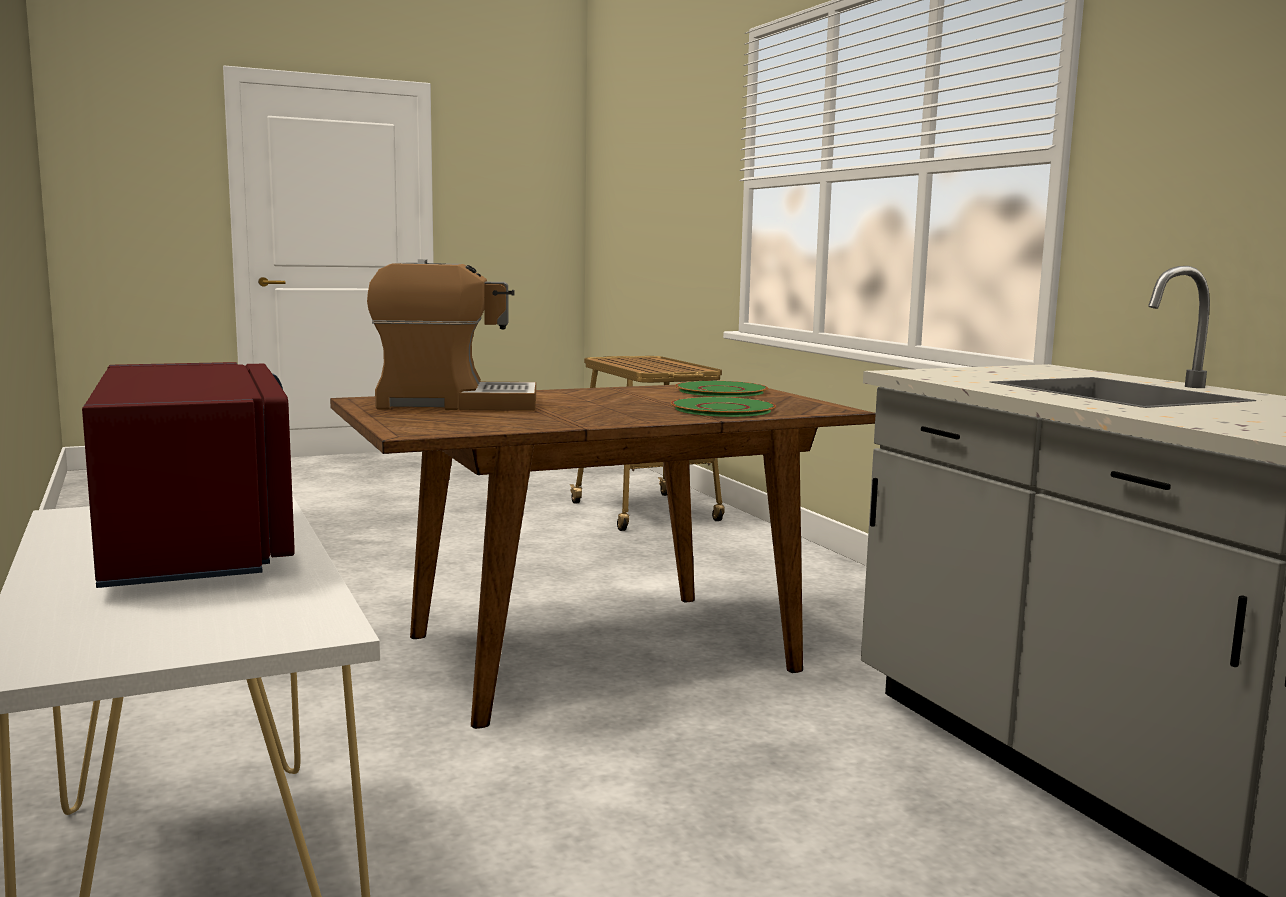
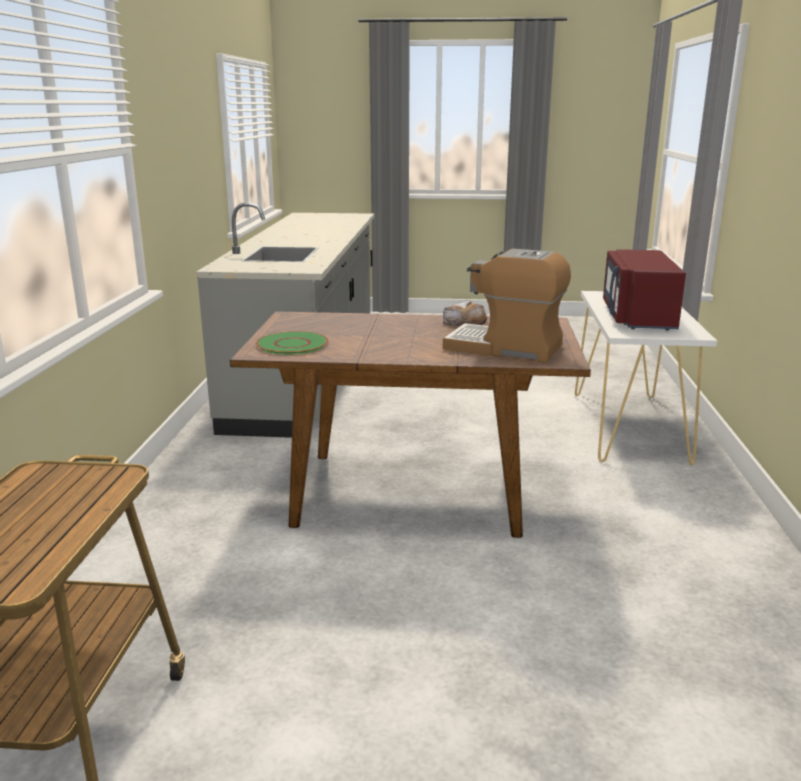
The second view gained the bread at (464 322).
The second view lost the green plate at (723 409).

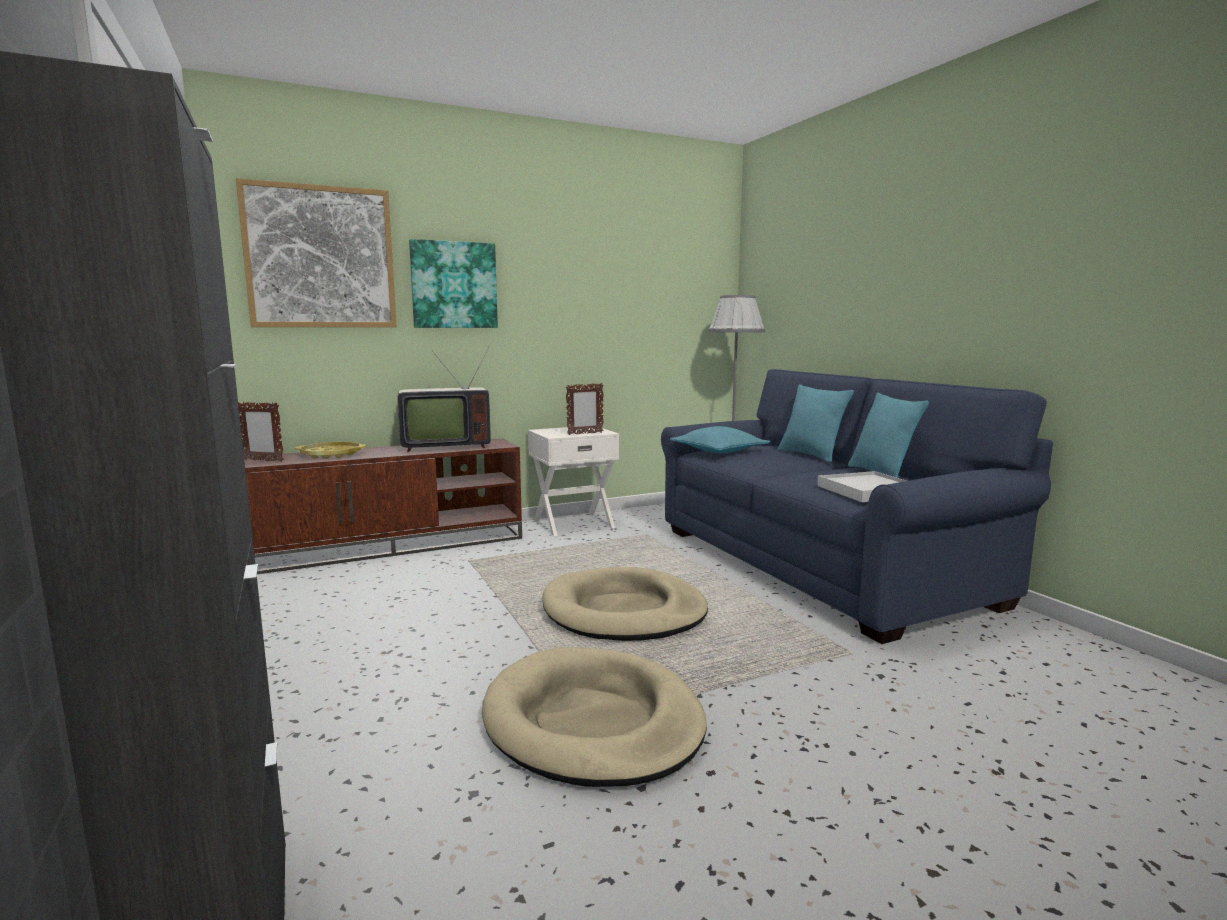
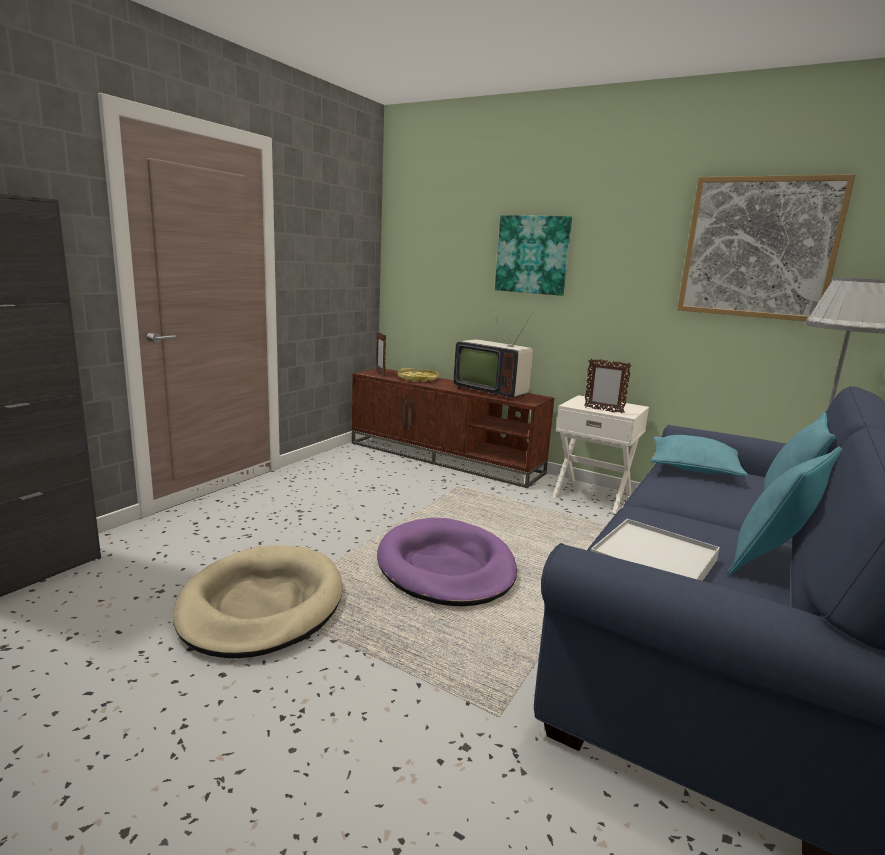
What was the beige dog bed at (624 611) turned into the purple dog bed at (446 567).
The picture ended up elsewhere, having gone from (320 257) to (759 248).

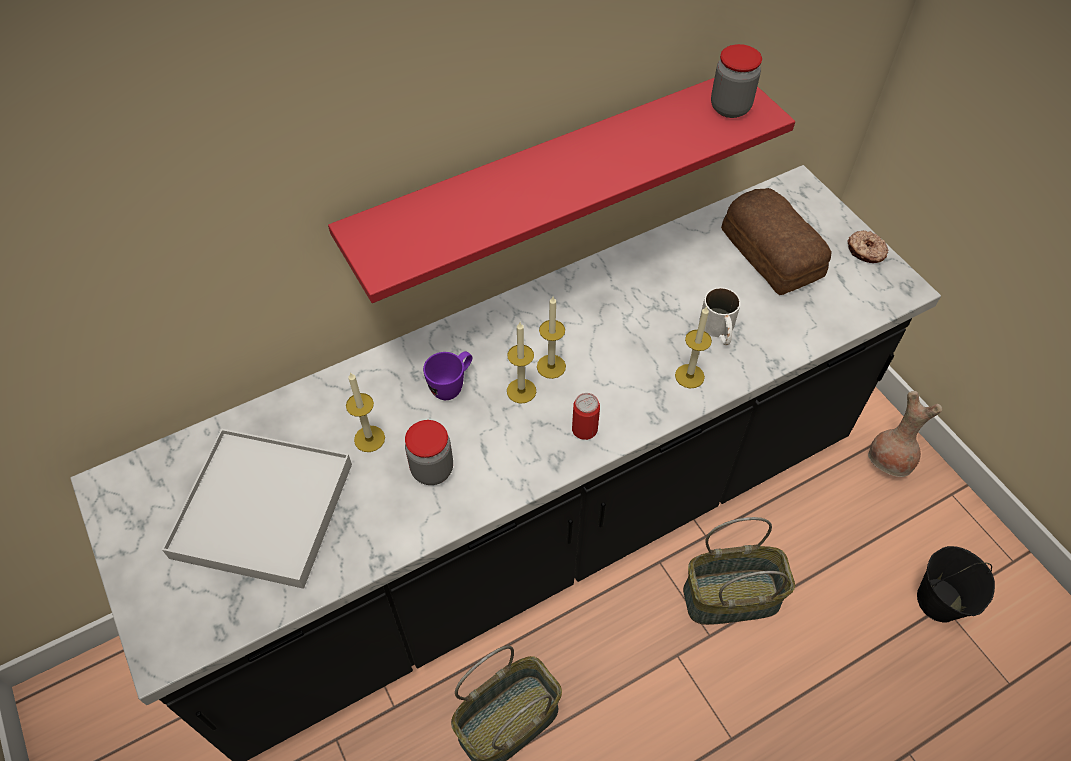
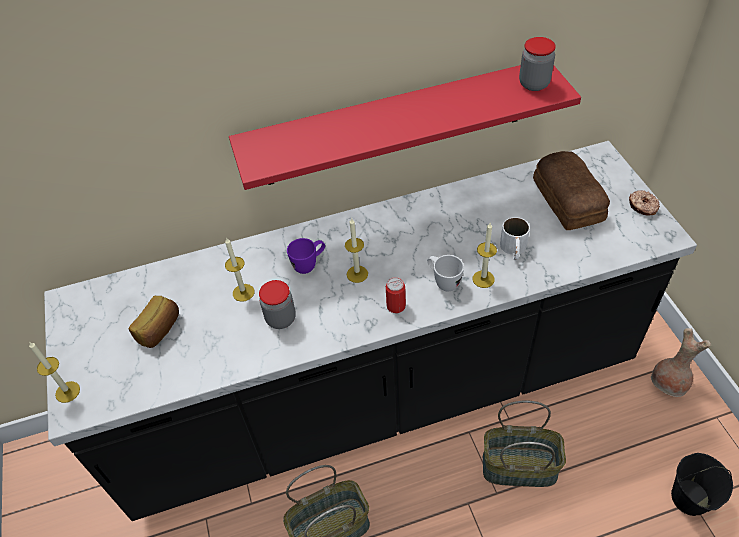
The candle ended up elsewhere, having gone from (551 366) to (67 392).
Where the white tray stood at (262 510), the bread came to stand at (160 330).
The second view gained the white mug at (443 282).

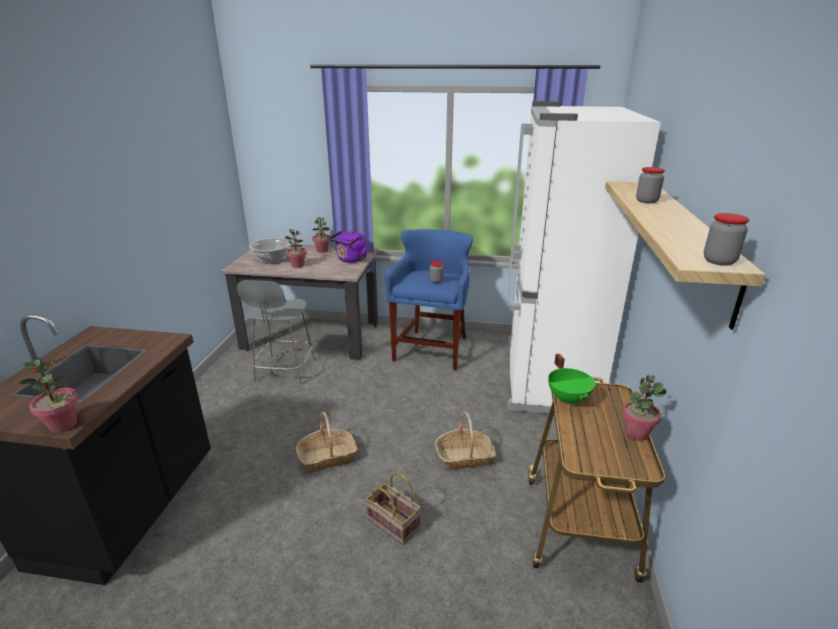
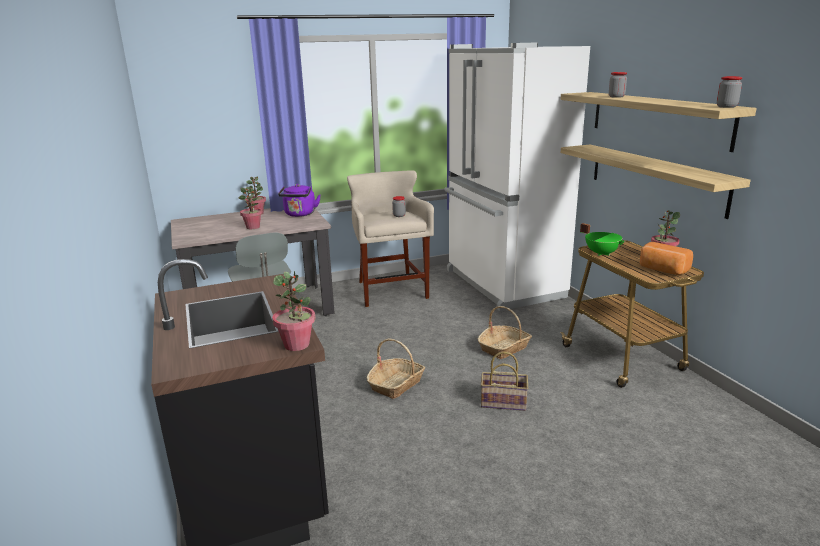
What was the blue stool at (431 350) turned into the beige stool at (390 291).
The second view gained the shelf at (655 178).
The second view gained the bread at (662 270).
The second view lost the cooking pot at (272 259).

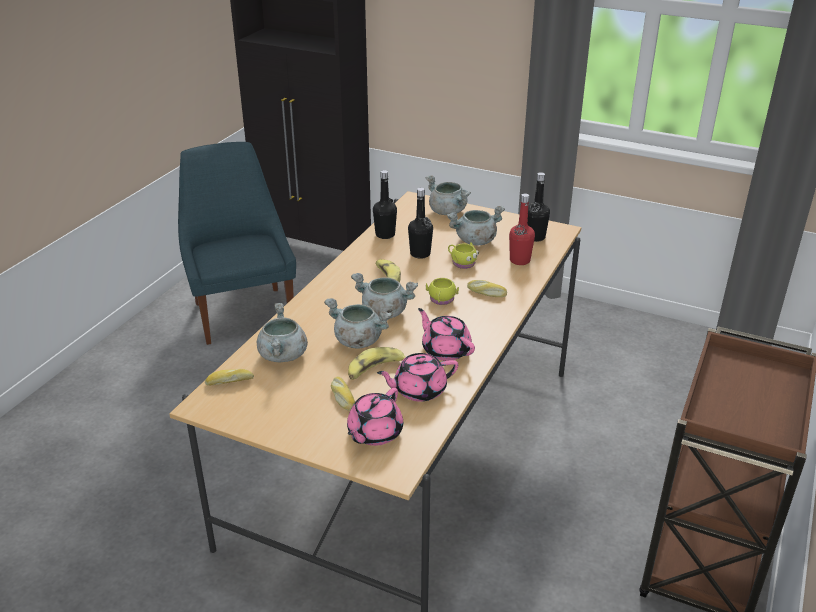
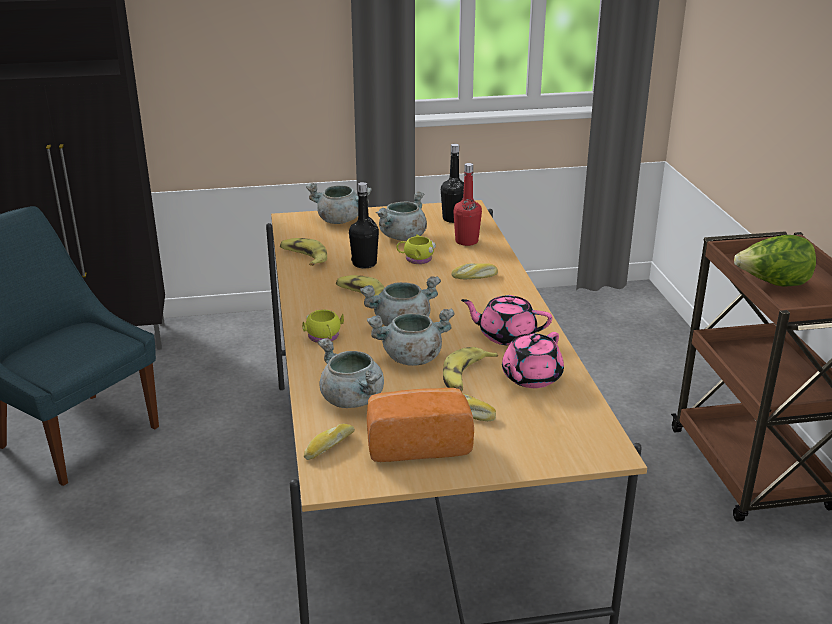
Where the black bottle stood at (385 234), the banana came to stand at (303 257).
The yellow mug ended up elsewhere, having gone from (441 300) to (324 338).
The second view gained the bread at (417 443).
The second view gained the lettuce at (773 284).
The second view lost the pink teapot at (374 433).

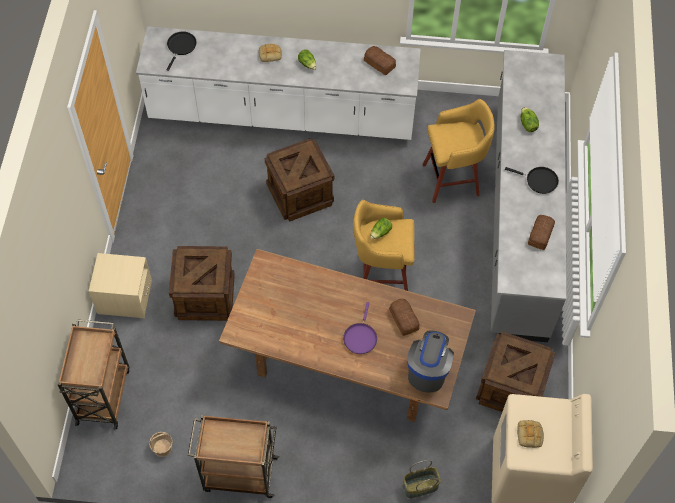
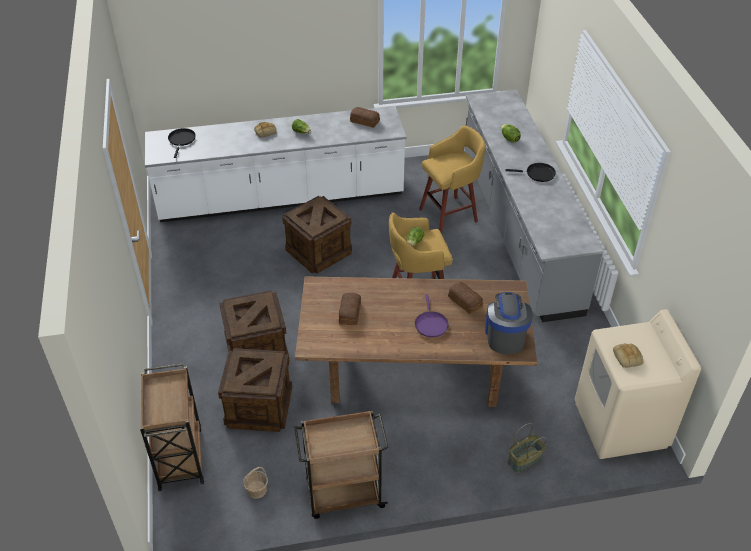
The crate ended up elsewhere, having gone from (511 386) to (259 406).
The bread ended up elsewhere, having gone from (539 235) to (349 313).
The second view lost the beige nightstand at (125 297).

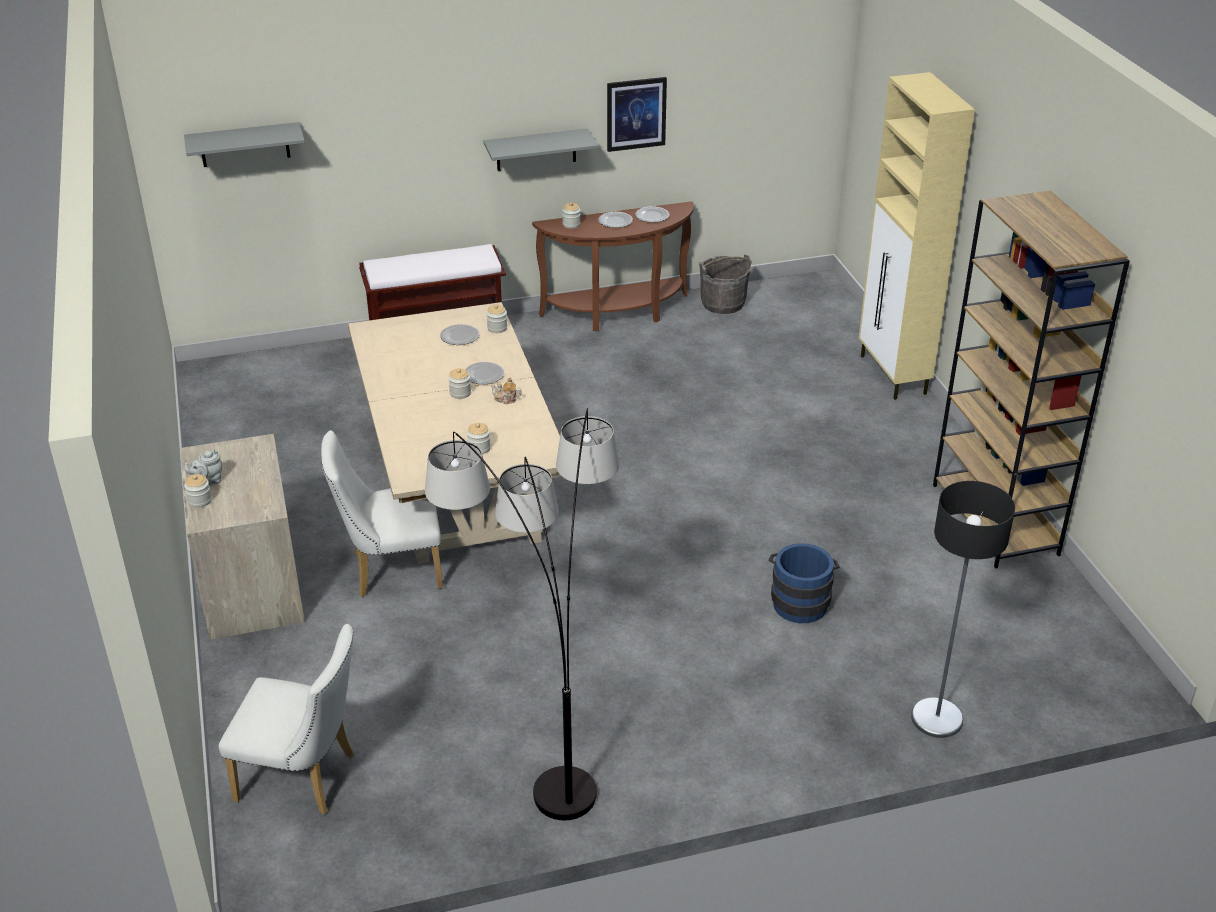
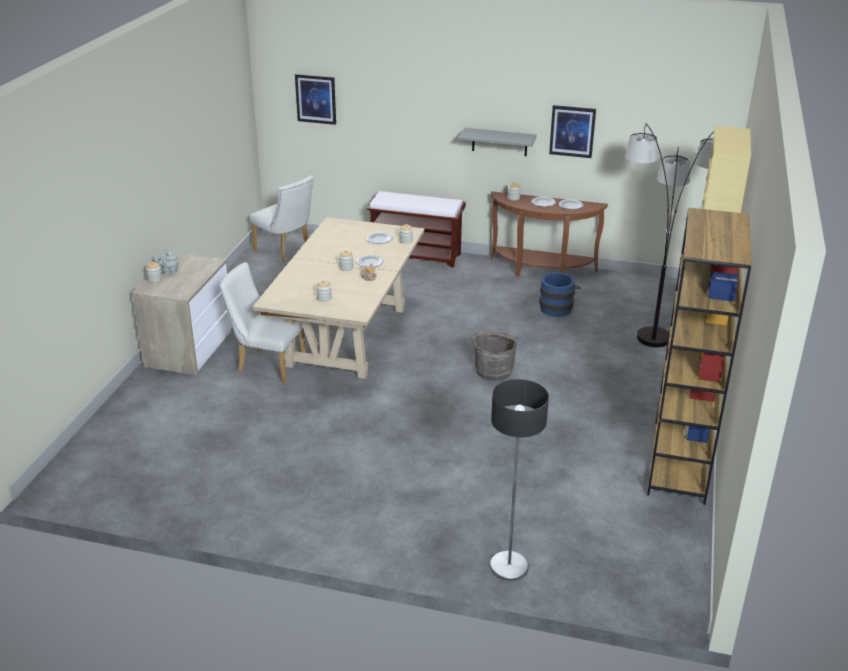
The white chair ended up elsewhere, having gone from (304 778) to (286 251).
Where the grey shelf hung at (244 145), the picture came to hang at (316 99).
The grey bucket ended up elsewhere, having gone from (723 303) to (493 371).
The blue bucket ended up elsewhere, having gone from (800 601) to (557 307).
The floor lamp ended up elsewhere, having gone from (543 740) to (654 318).

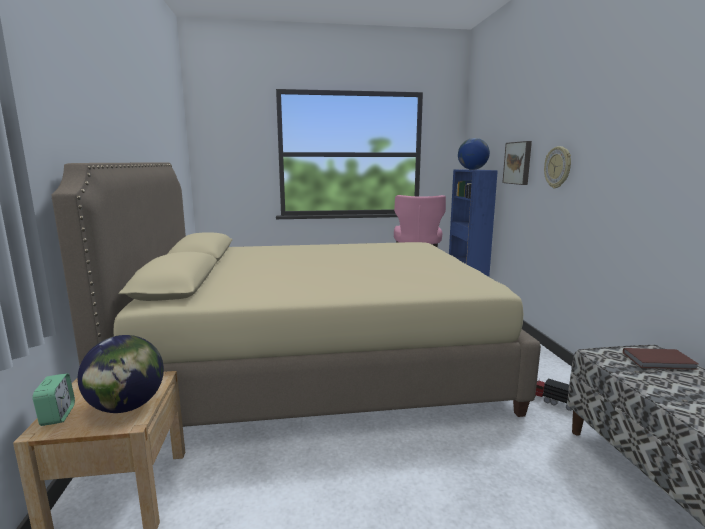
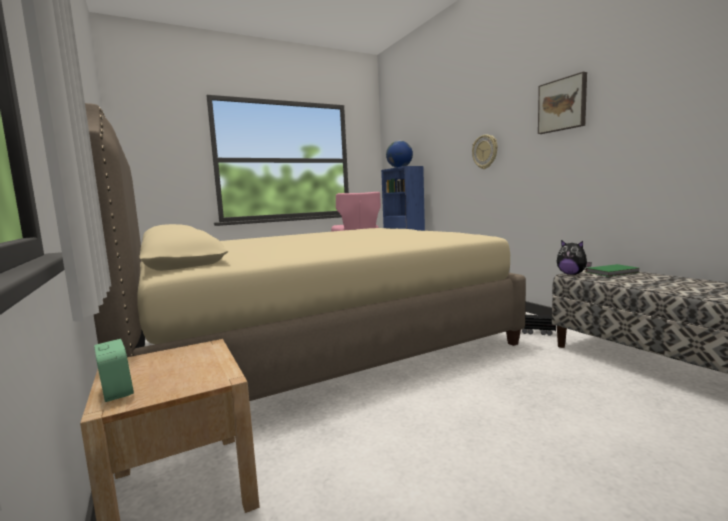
The picture ended up elsewhere, having gone from (518 163) to (562 105).
The second view gained the plush toy at (571 274).
What was the brown book at (660 361) turned into the green book at (613 272).
The second view lost the globe at (127 407).

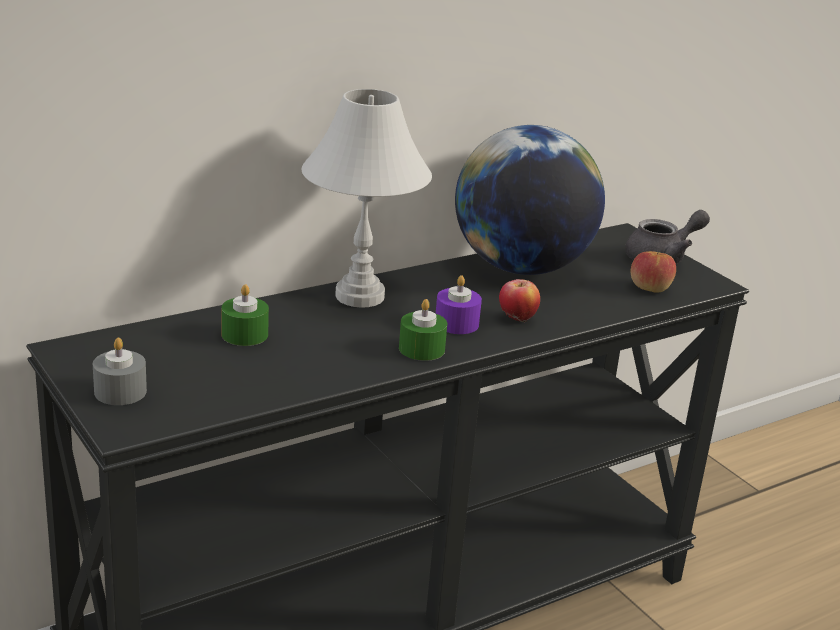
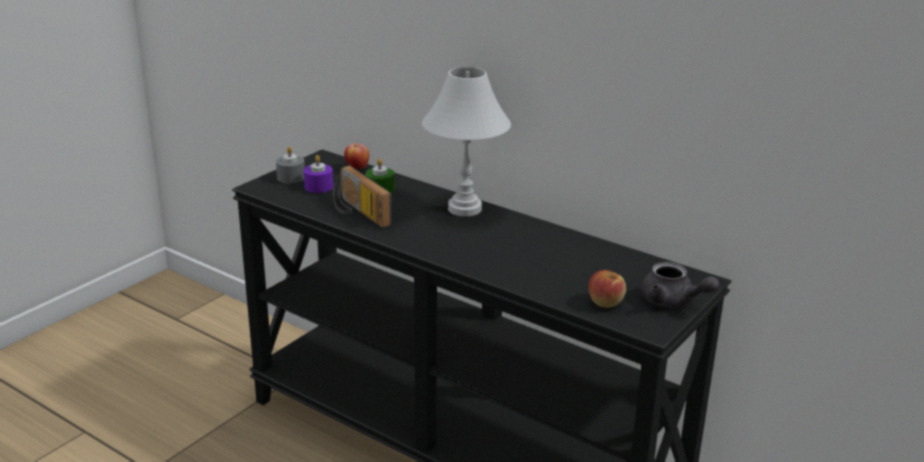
The purple candle ended up elsewhere, having gone from (456 323) to (318 186).
The second view gained the radio at (358 213).
The apple ended up elsewhere, having gone from (517 319) to (357 168).
The second view lost the green candle at (421 349).
The second view lost the globe at (521 267).

